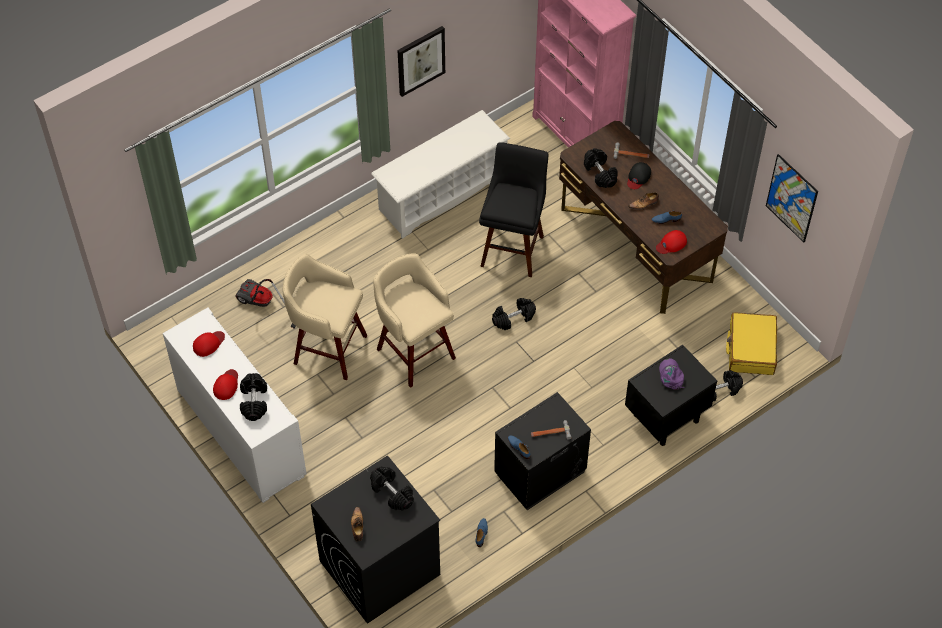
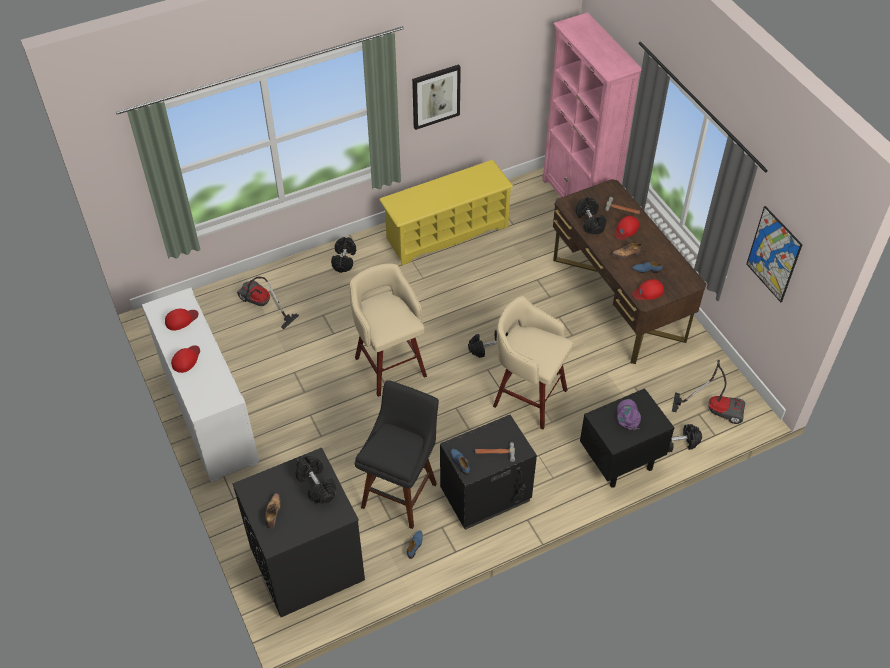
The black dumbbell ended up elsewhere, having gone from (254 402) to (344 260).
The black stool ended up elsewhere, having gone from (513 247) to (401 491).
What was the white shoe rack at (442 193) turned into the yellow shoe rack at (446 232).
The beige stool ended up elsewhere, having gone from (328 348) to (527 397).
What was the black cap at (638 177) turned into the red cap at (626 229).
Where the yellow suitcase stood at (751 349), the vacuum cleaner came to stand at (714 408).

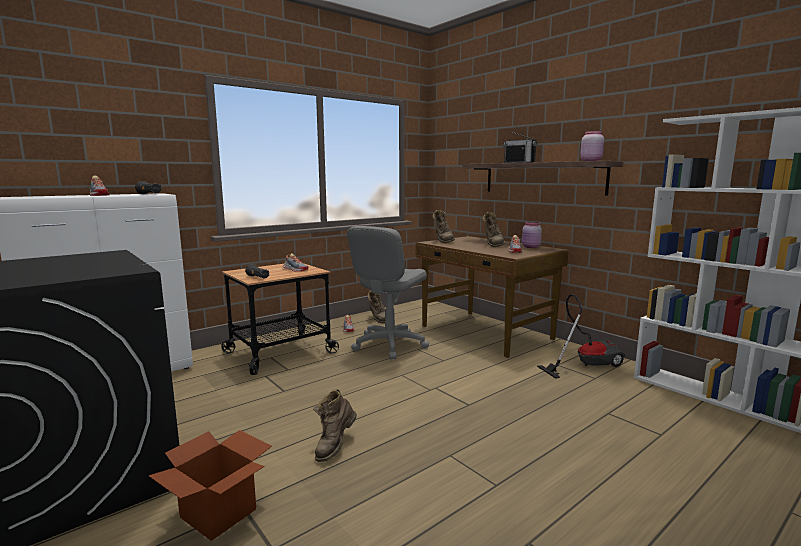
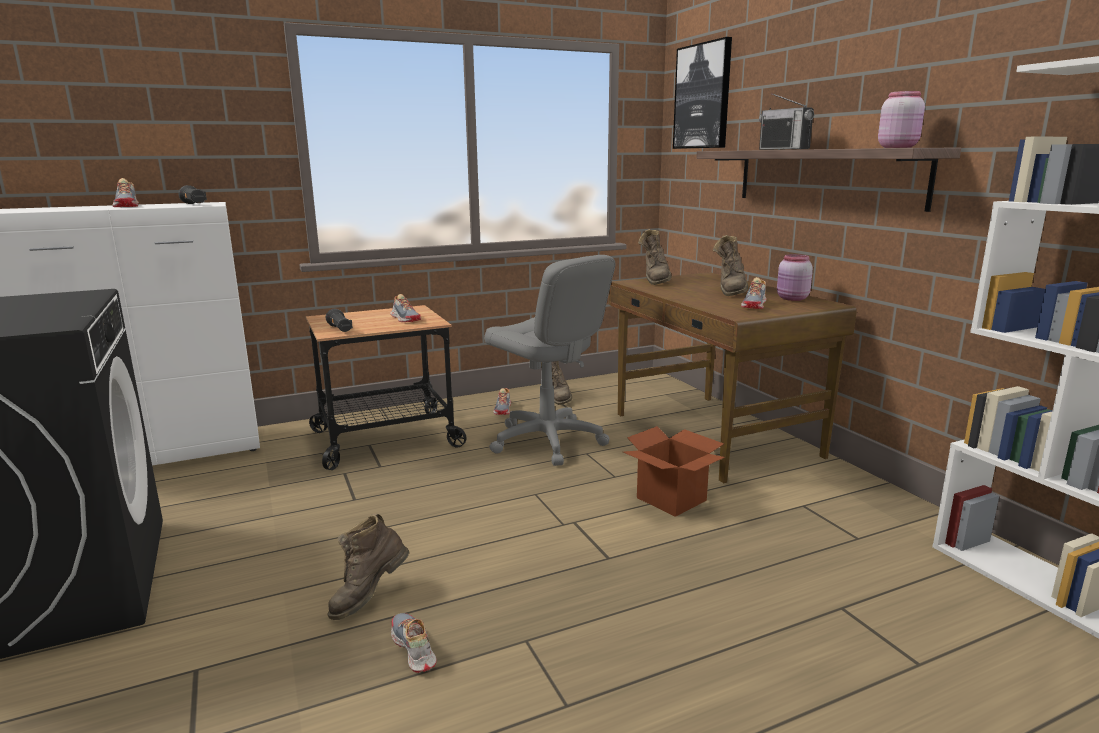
The second view gained the shoe at (413 649).
The grey office chair at (389 344) ended up facing another way, 90 degrees counterclockwise from before.
The cardboard box ended up elsewhere, having gone from (218 513) to (671 499).
The second view gained the picture at (703 96).
The second view lost the vacuum cleaner at (585 364).

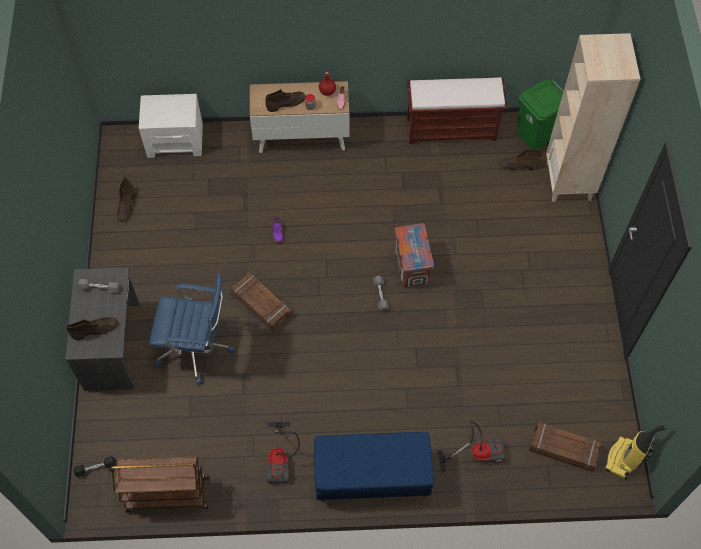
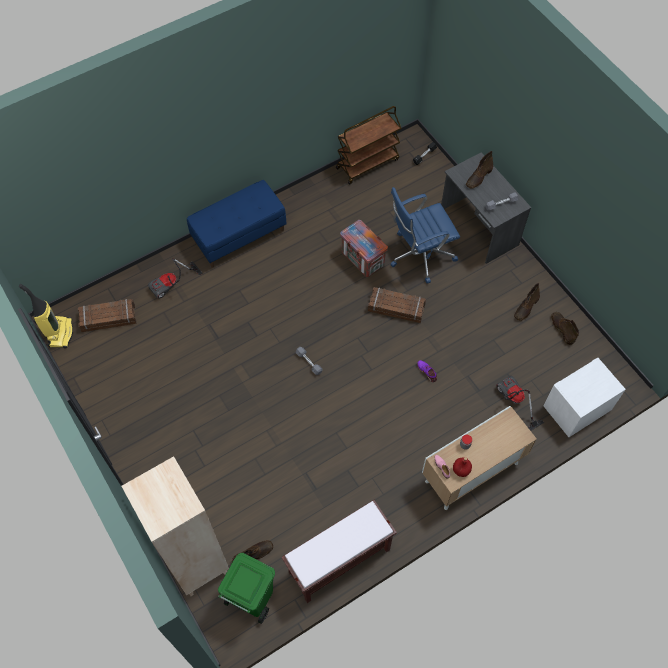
The crate ended up elsewhere, having gone from (411 266) to (363 259).
The vacuum cleaner ended up elsewhere, having gone from (281 459) to (513 401).
The brown boot ended up elsewhere, having gone from (286 103) to (526 308).

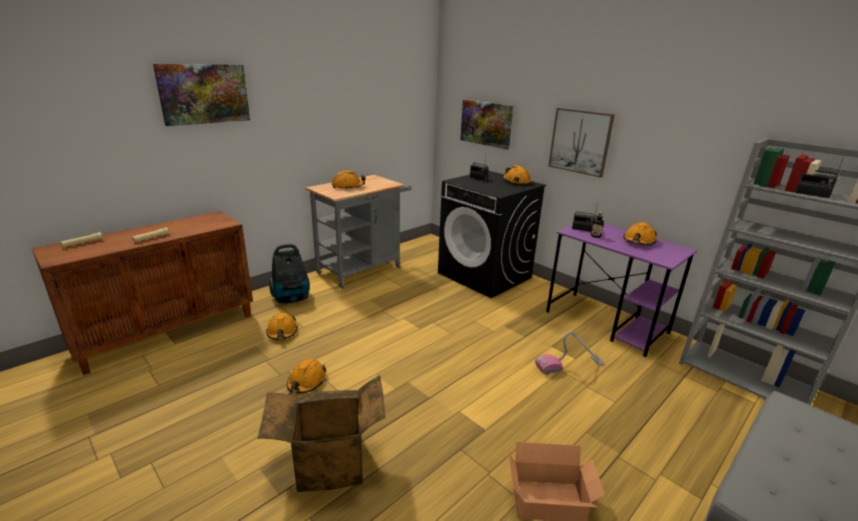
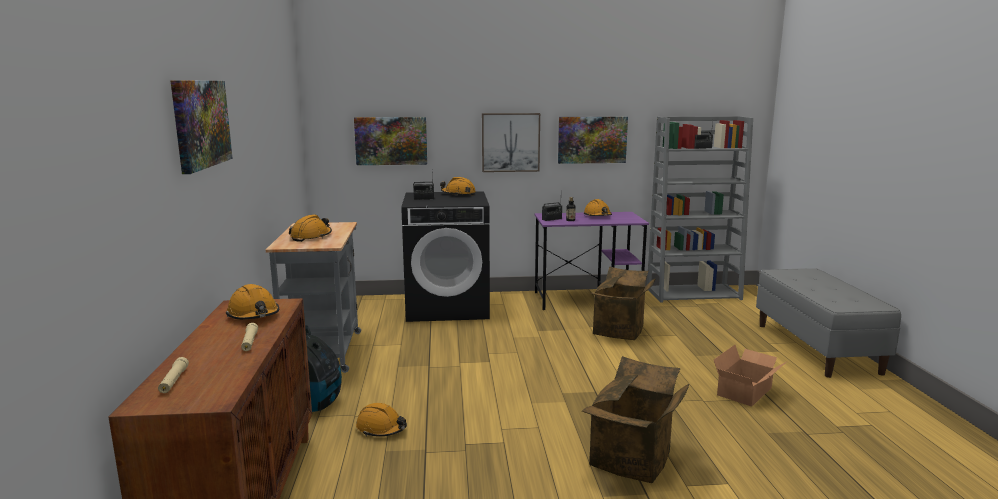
The orange hard hat ended up elsewhere, having gone from (306 382) to (254 315).
The second view gained the picture at (592 139).
Where the vacuum cleaner stood at (569 365), the cardboard box came to stand at (620 331).

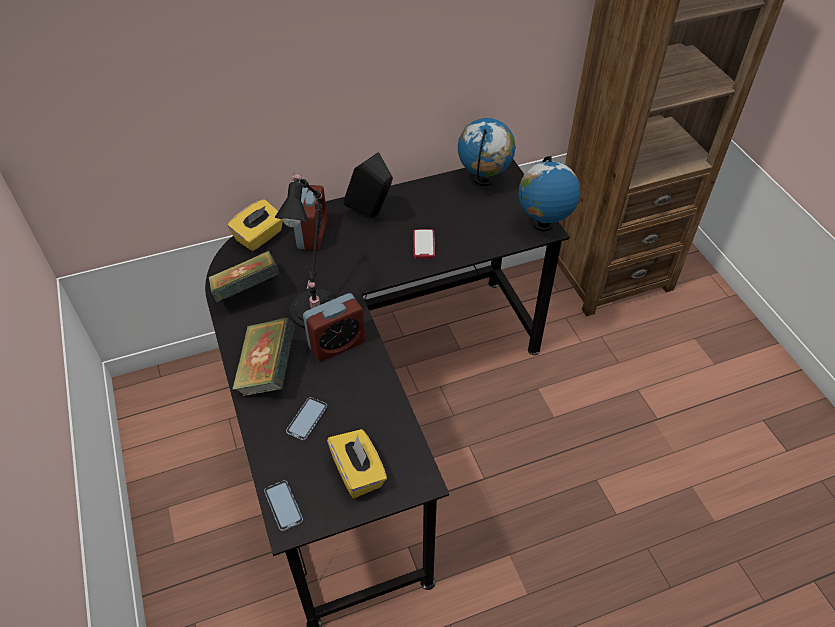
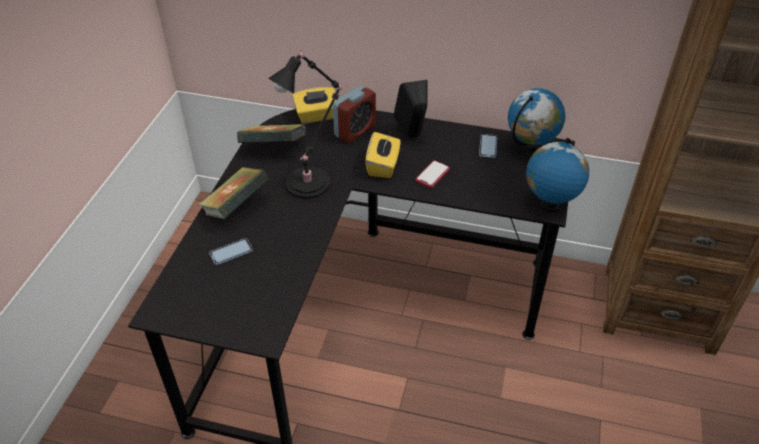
The yellow tissue box ended up elsewhere, having gone from (358 472) to (383 166).
The phone ended up elsewhere, having gone from (283 506) to (488 146).
The second view lost the alarm clock at (337 344).

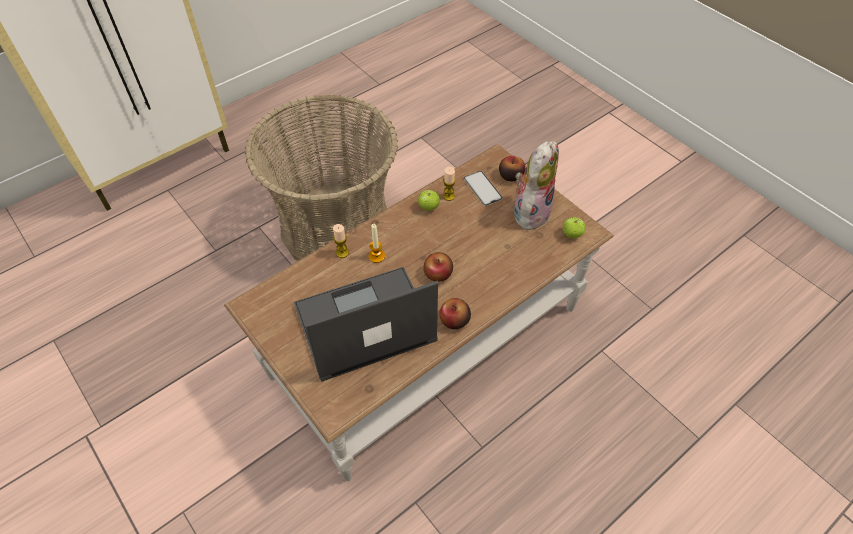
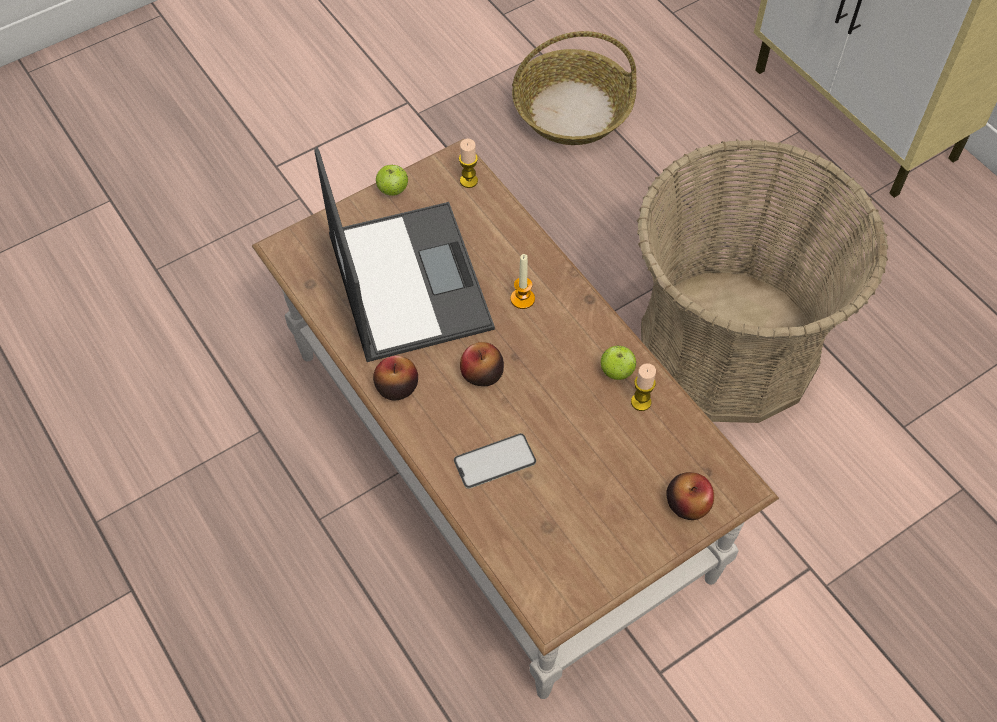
The apple ended up elsewhere, having gone from (571 234) to (393 190).
The phone ended up elsewhere, having gone from (482 188) to (494 461).
The candle ended up elsewhere, having gone from (342 252) to (468 181).
The second view gained the basket at (573 110).
The second view lost the plush toy at (530 211).

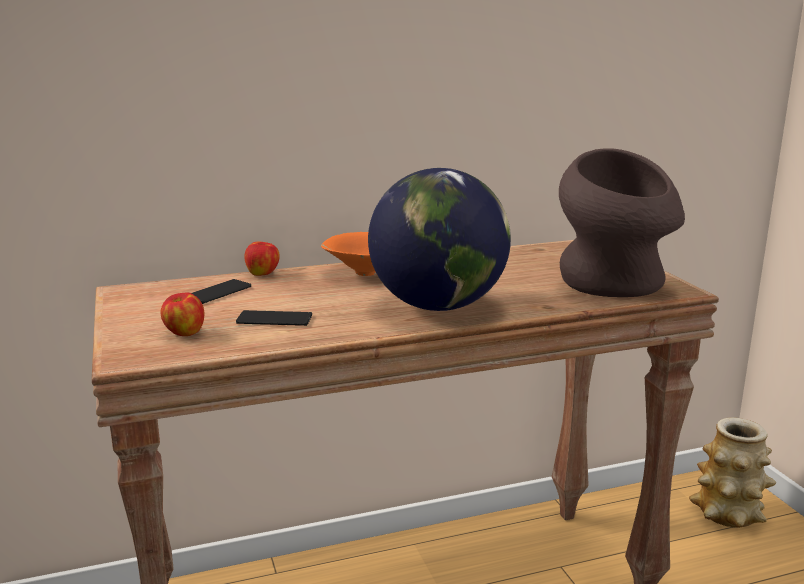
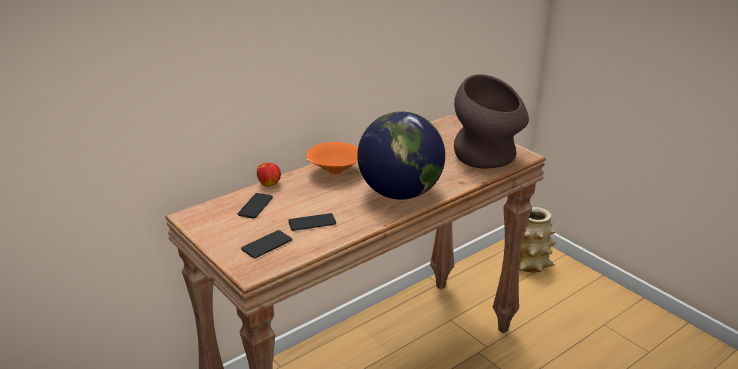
Where the apple stood at (184 333), the phone came to stand at (267 245).

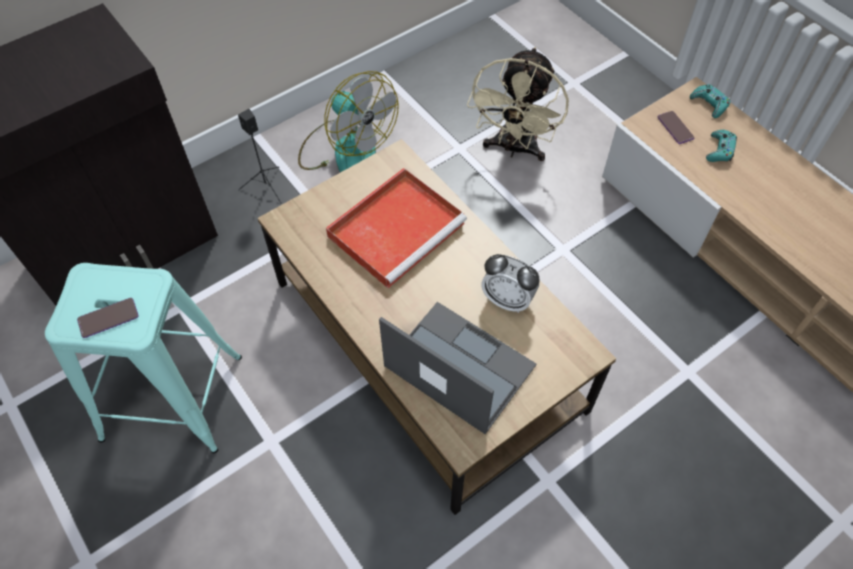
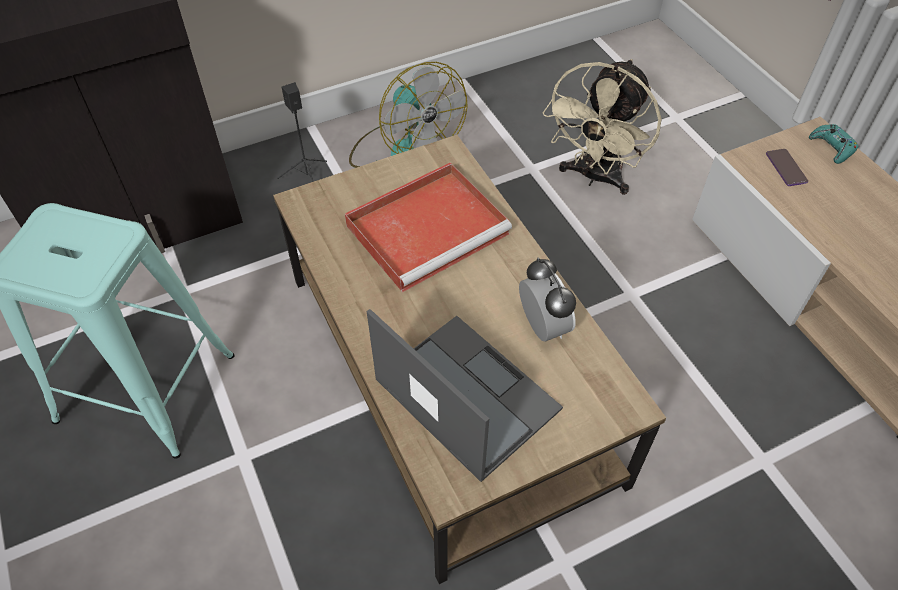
The alarm clock at (507 299) ended up facing another way, 150 degrees counterclockwise from before.
The second view lost the phone at (108 318).
The second view lost the turquoise game controller at (719 150).

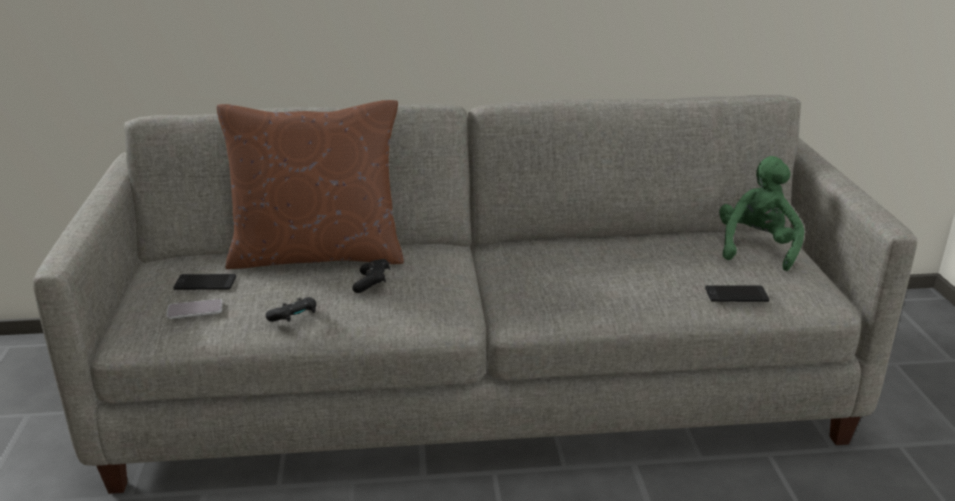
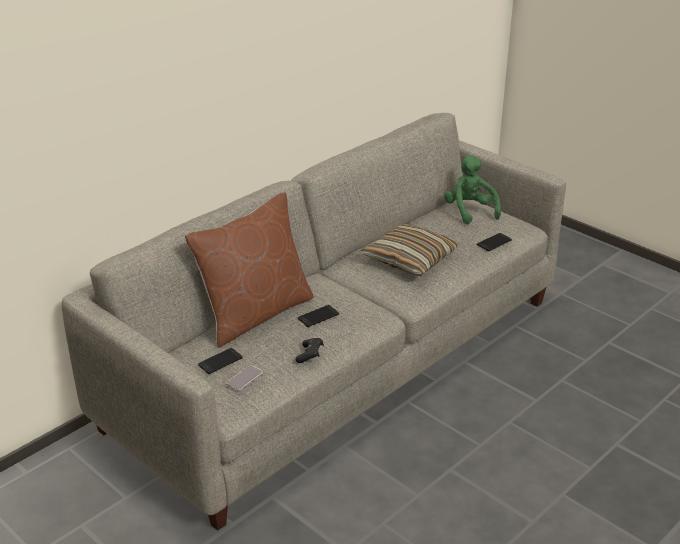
Where the black game controller stood at (372 283), the phone came to stand at (318 316).
The second view gained the pillow at (410 259).

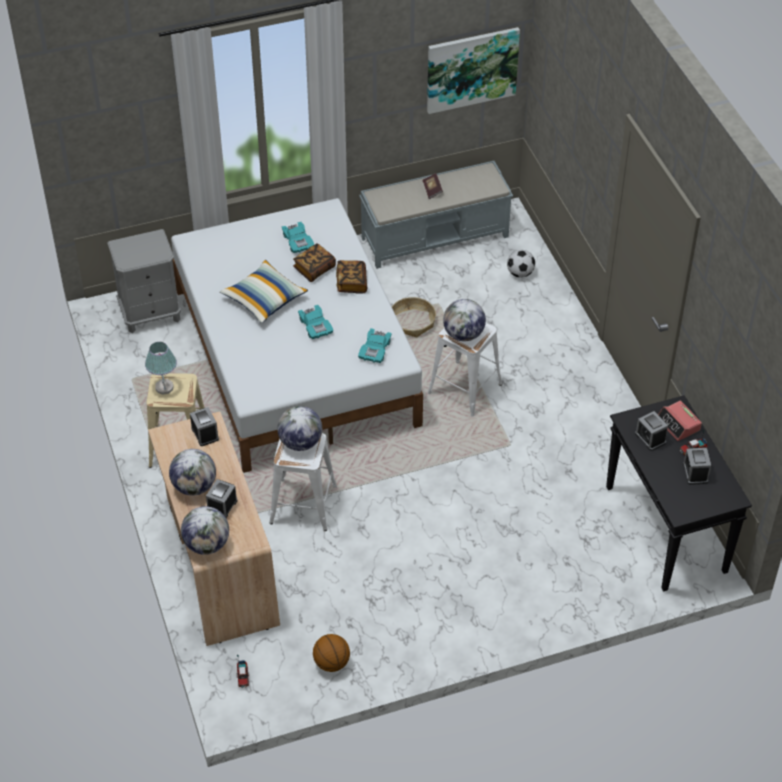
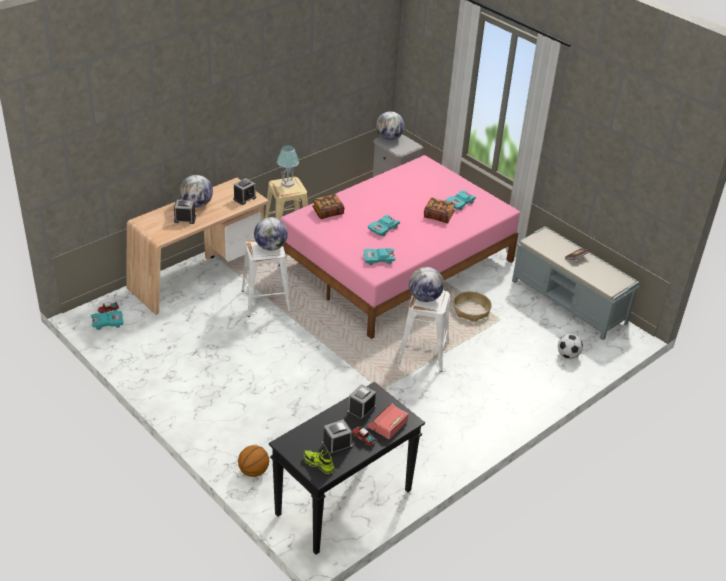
The second view gained the turquoise toy car at (107 323).
The basketball ended up elsewhere, having gone from (331 663) to (253 471).
What was the white bed at (296 357) turned into the pink bed at (398 265).
The second view gained the shoe at (318 464).
The book ended up elsewhere, having gone from (351 283) to (328 212).
The globe ended up elsewhere, having gone from (207 544) to (389 138).
The second view lost the pillow at (264 299).
The second view lost the picture at (471 69).

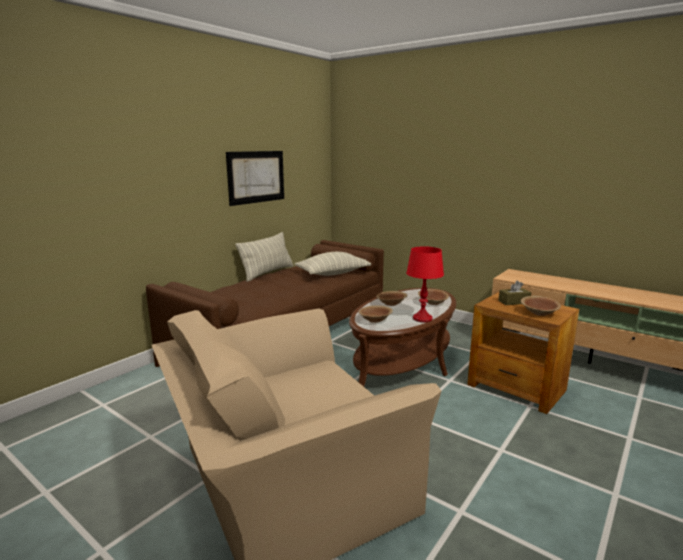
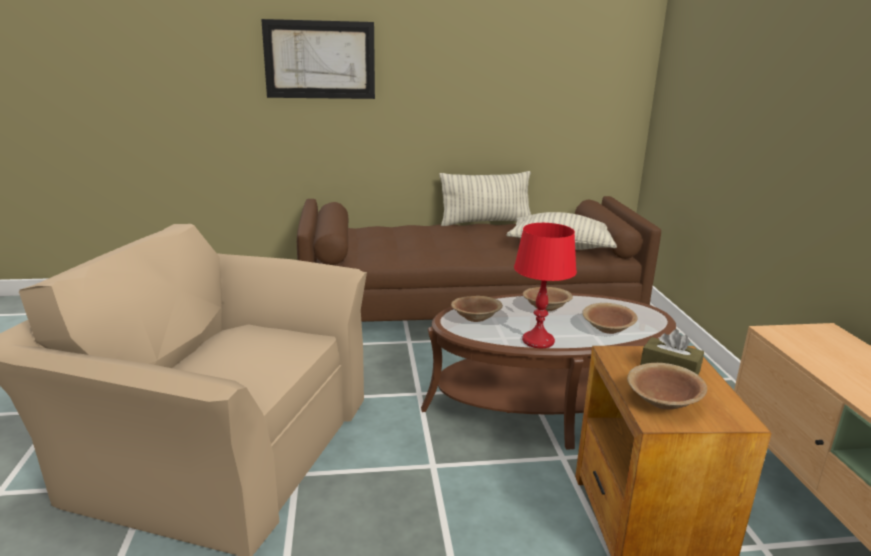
The picture ended up elsewhere, having gone from (256 177) to (320 60).

